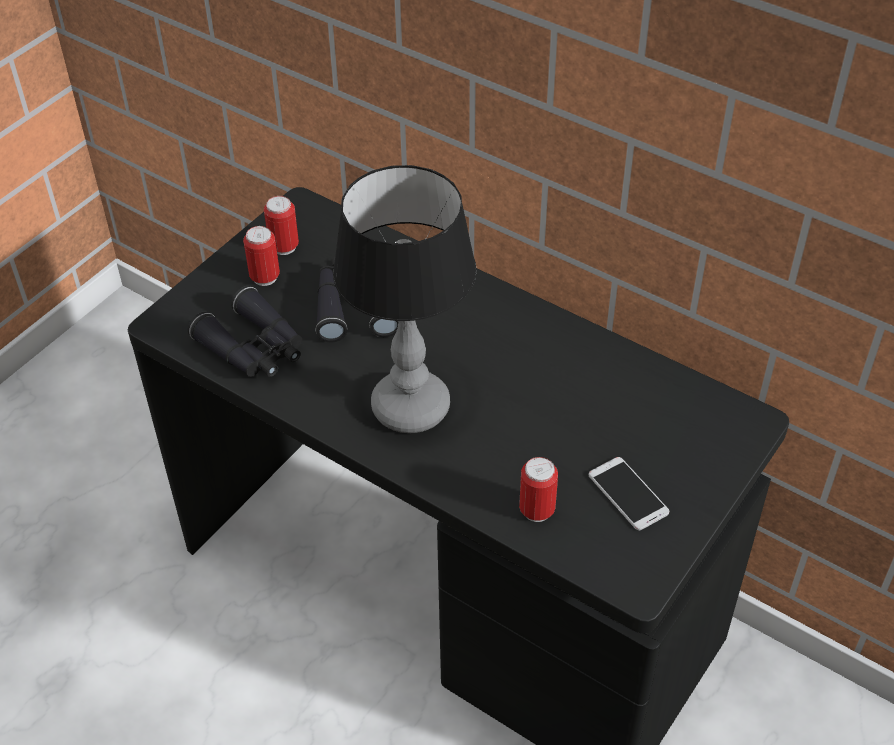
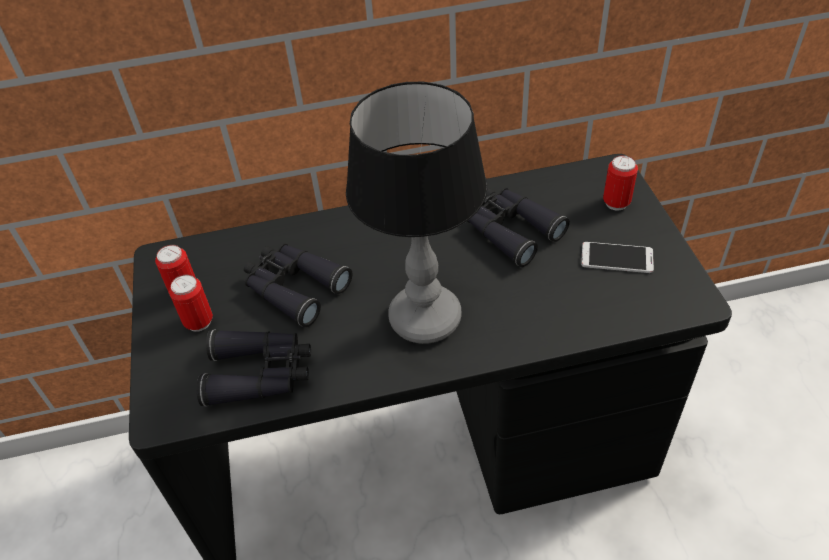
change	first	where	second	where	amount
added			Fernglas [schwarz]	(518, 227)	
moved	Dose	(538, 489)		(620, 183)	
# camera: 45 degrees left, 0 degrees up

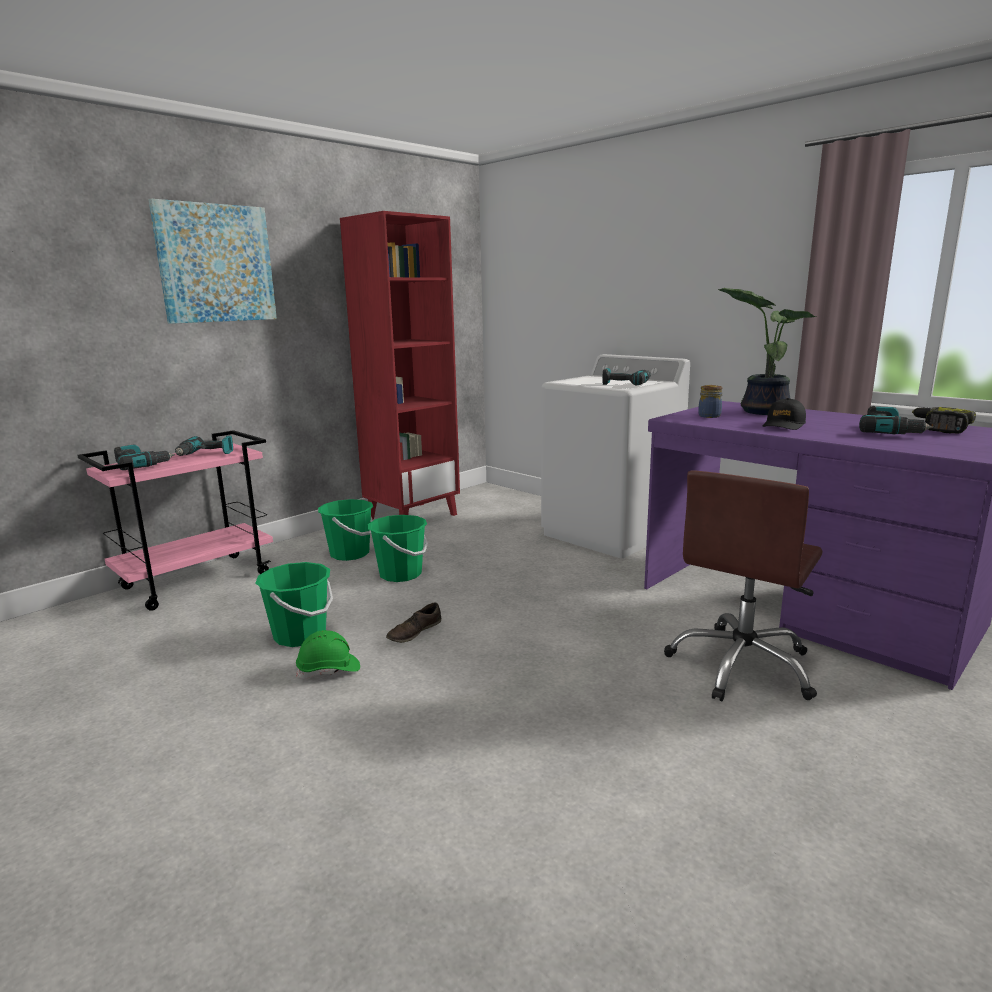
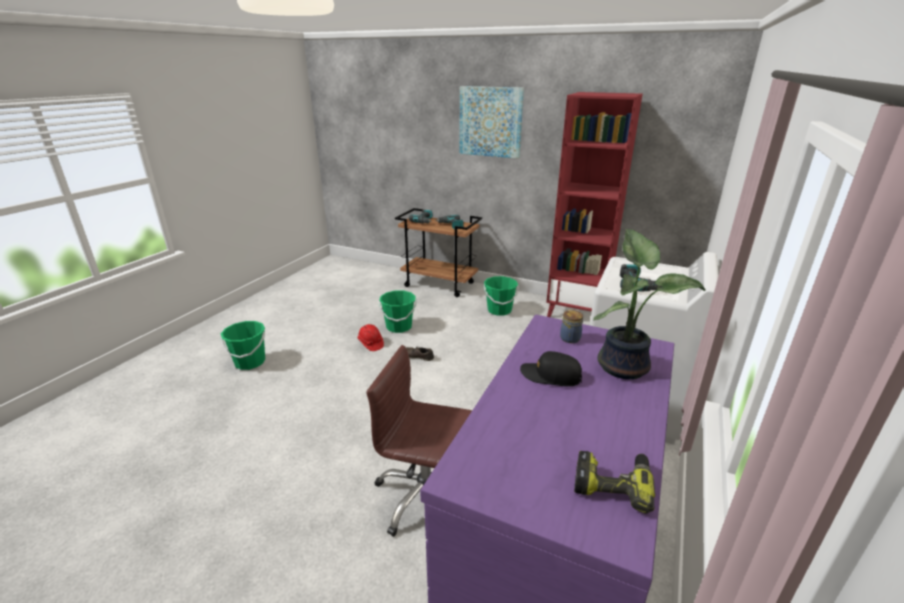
change	first	where	second	where	amount
moved	Eimer [grün]	(398, 548)		(243, 345)	
recoloured	Schutzhelm [grün]	(328, 654)	Schutzhelm [rot]	(371, 337)	
recoloured	Rollwagen [rosa]	(175, 520)	Rollwagen [braun]	(438, 252)	
removed	Bohrmaschine	(896, 420)			
# camera: 70 degrees right, 10 degrees up

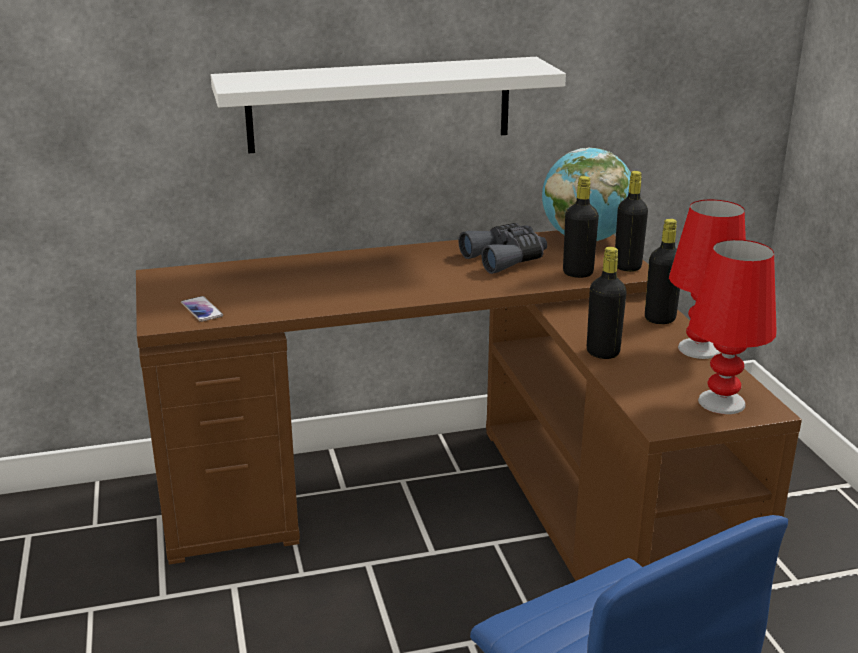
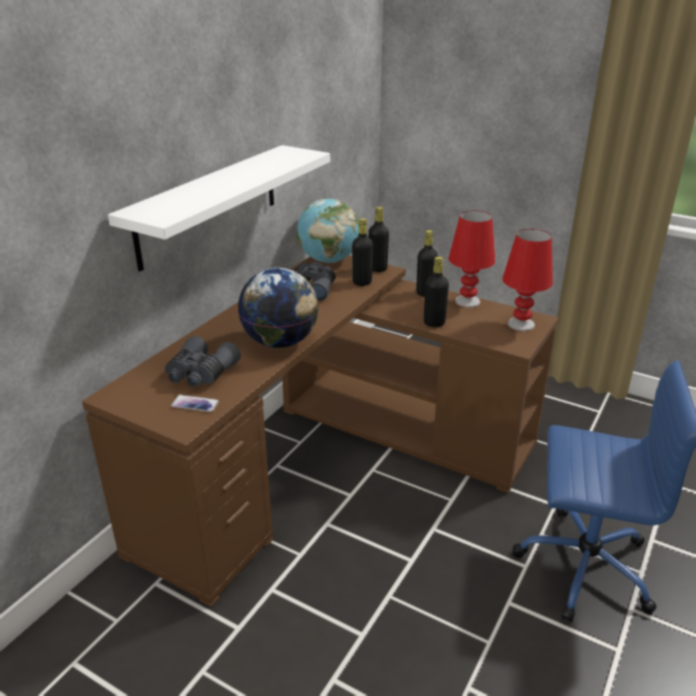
change	first	where	second	where	amount
added			Fernglas [grau]	(203, 361)	
added			Globus	(278, 308)	
# camera: 45 degrees left, 5 degrees up

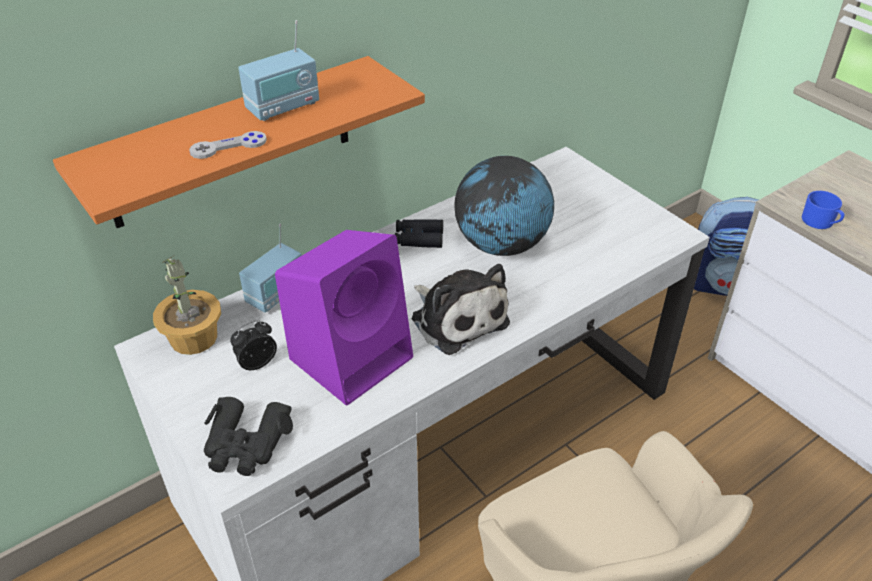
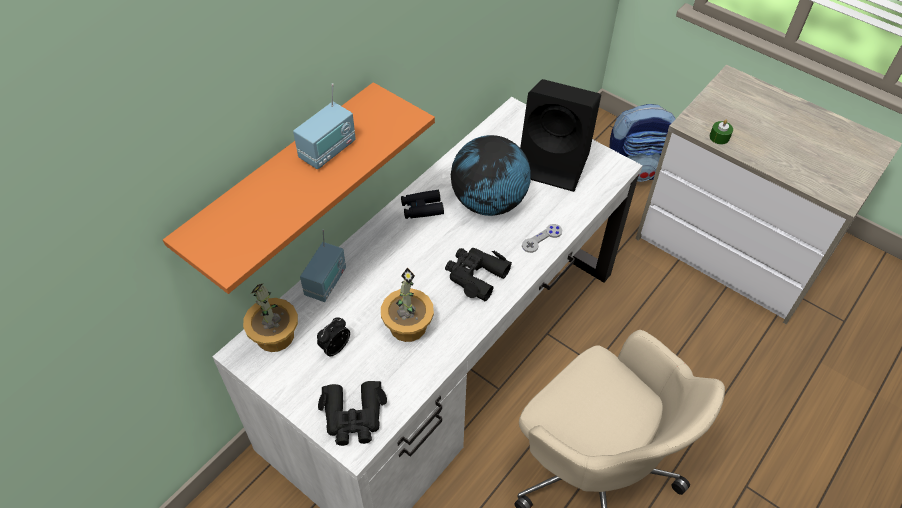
change	first	where	second	where	amount
replaced	Lautsprecher [lila]	(344, 318)	Topfpflanze	(407, 305)	
replaced	Plüschtier	(461, 309)	Fernglas [schwarz]	(478, 274)	
added			Lautsprecher [schwarz]	(560, 135)	
moved	Gamepad [grau]	(228, 145)		(542, 238)	
replaced	Henkelbecher [blau]	(823, 210)	Kerze [grün]	(721, 132)	
# camera: 15 degrees left, 10 degrees up

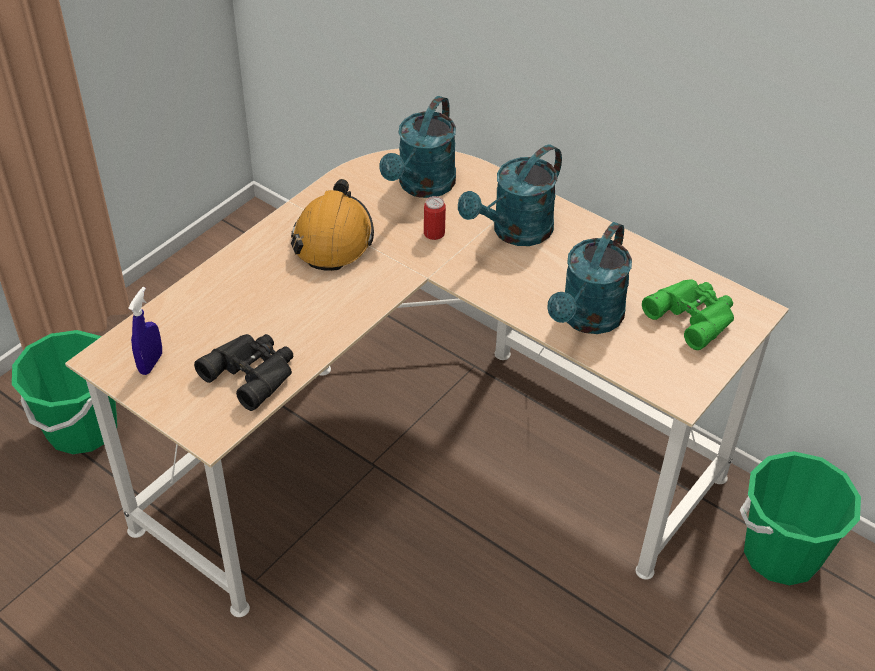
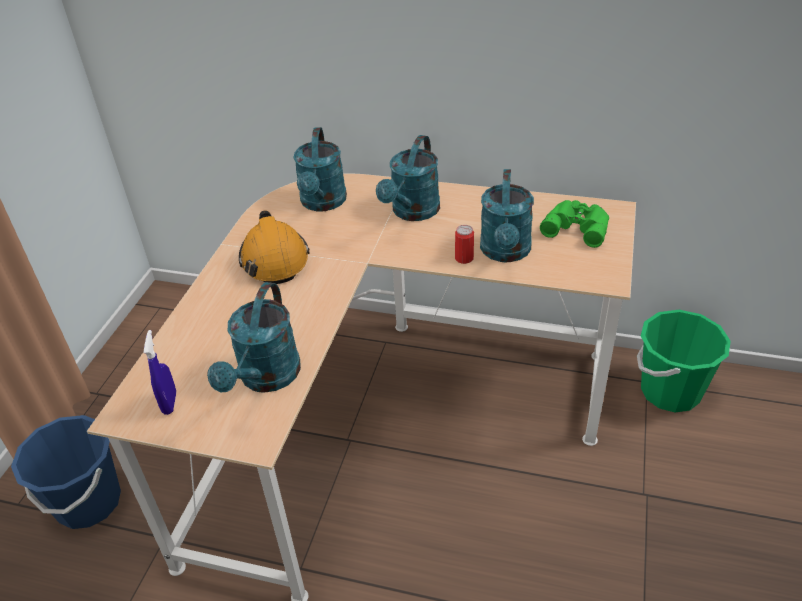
change	first	where	second	where	amount
recoloured	Eimer [grün]	(64, 392)	Eimer [blau]	(66, 472)	
replaced	Fernglas [schwarz]	(243, 372)	Gießkanne [türkis]	(254, 337)	
moved	Dose	(435, 218)		(464, 244)	
# camera: 20 degrees left, 5 degrees down

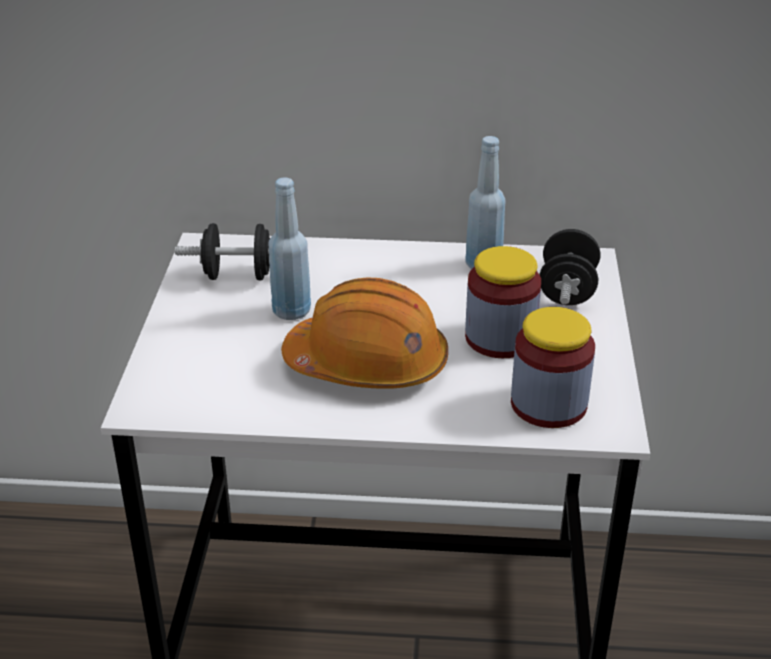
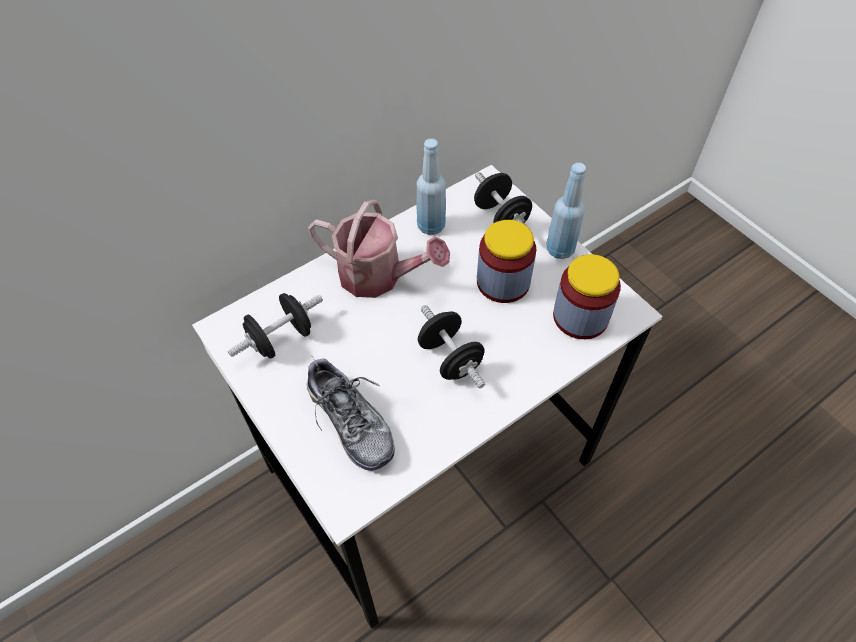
change	first	where	second	where	amount
added			Schuh	(351, 412)	
added			Gießkanne	(379, 249)	
replaced	Schutzhelm [orange]	(364, 333)	Hantel [schwarz]	(451, 346)	
moved	Flasche [blau]	(289, 248)		(566, 211)	
# camera: 40 degrees left, 20 degrees up

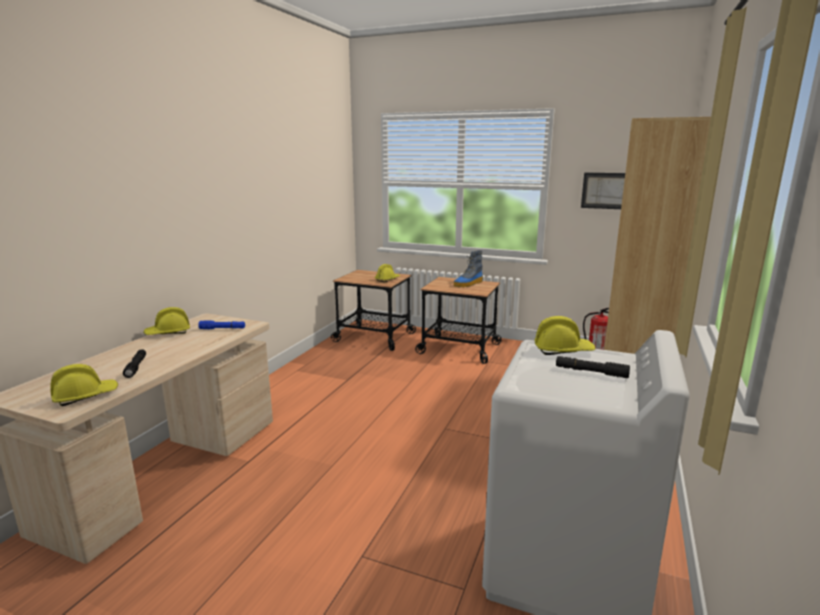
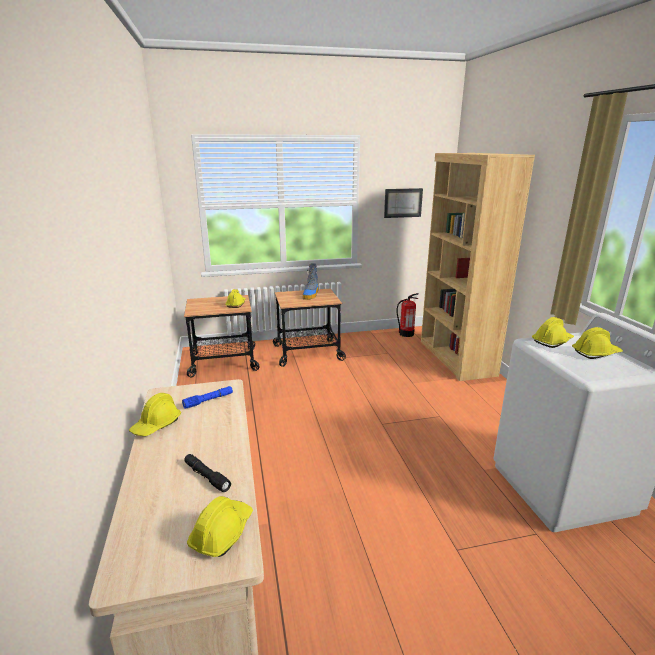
change	first	where	second	where	amount
replaced	Taschenlampe [schwarz]	(593, 367)	Schutzhelm [gelb]	(597, 343)	
# camera: 35 degrees left, 5 degrees up

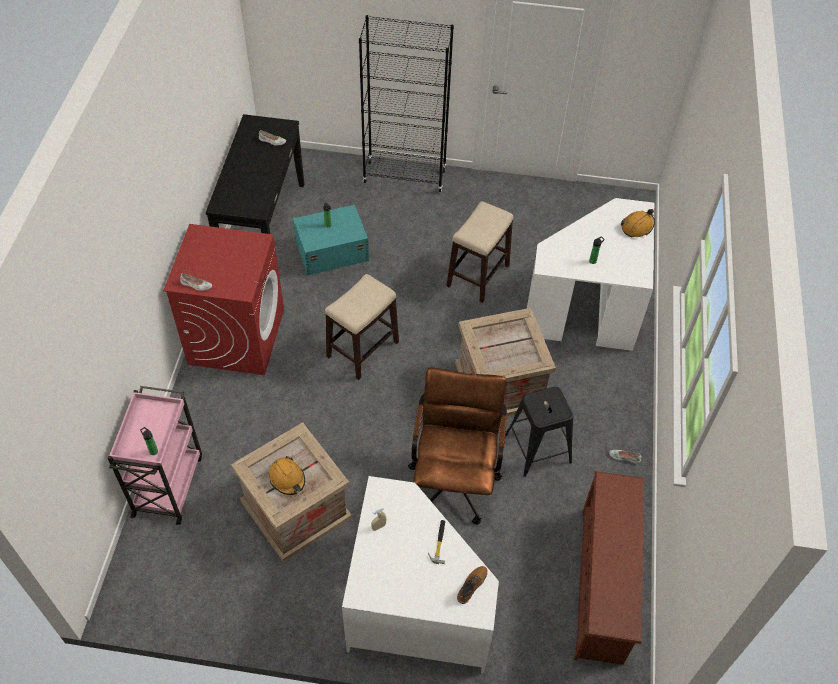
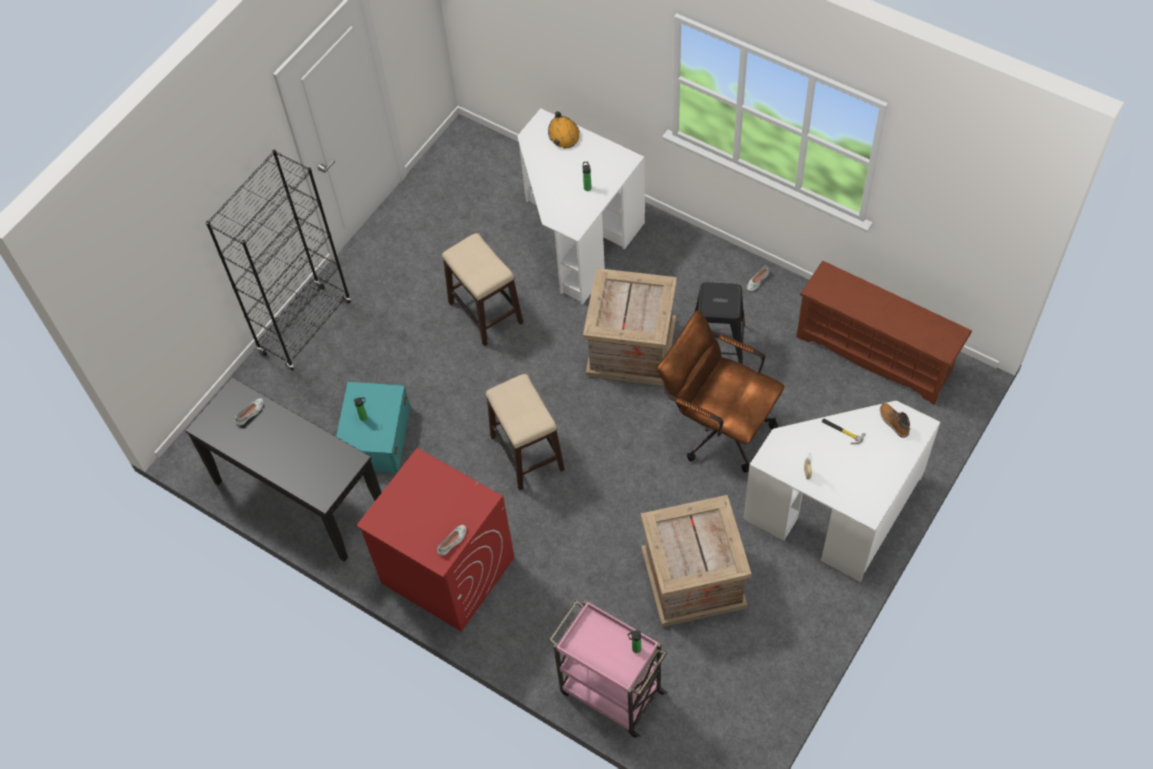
change	first	where	second	where	amount
removed	Schutzhelm [orange]	(287, 475)			
# camera: 60 degrees left, 5 degrees up

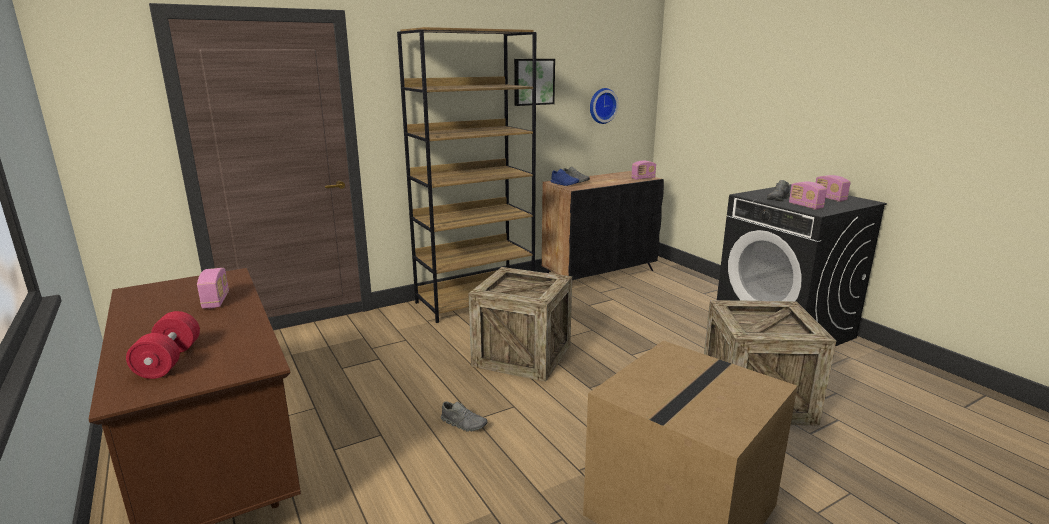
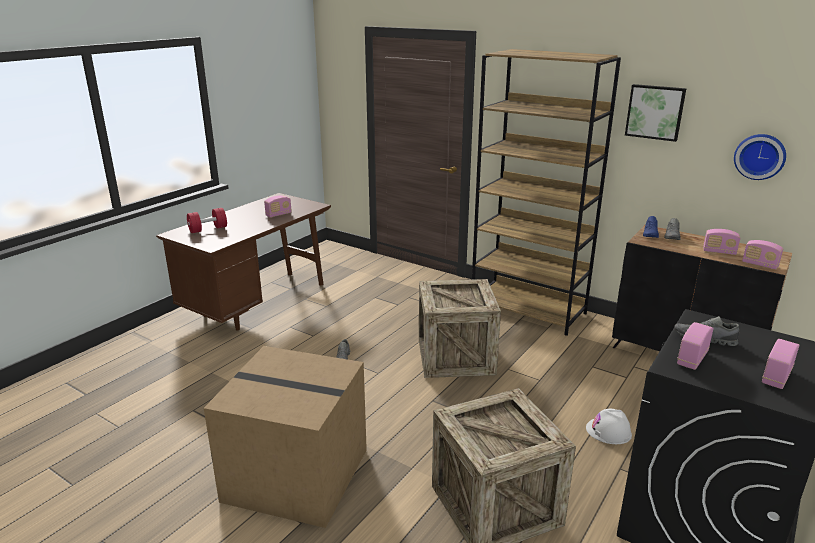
change	first	where	second	where	amount
added			Schutzhelm [weiß]	(609, 426)	
added			Radio	(721, 242)	
# camera: 65 degrees right, 5 degrees up

